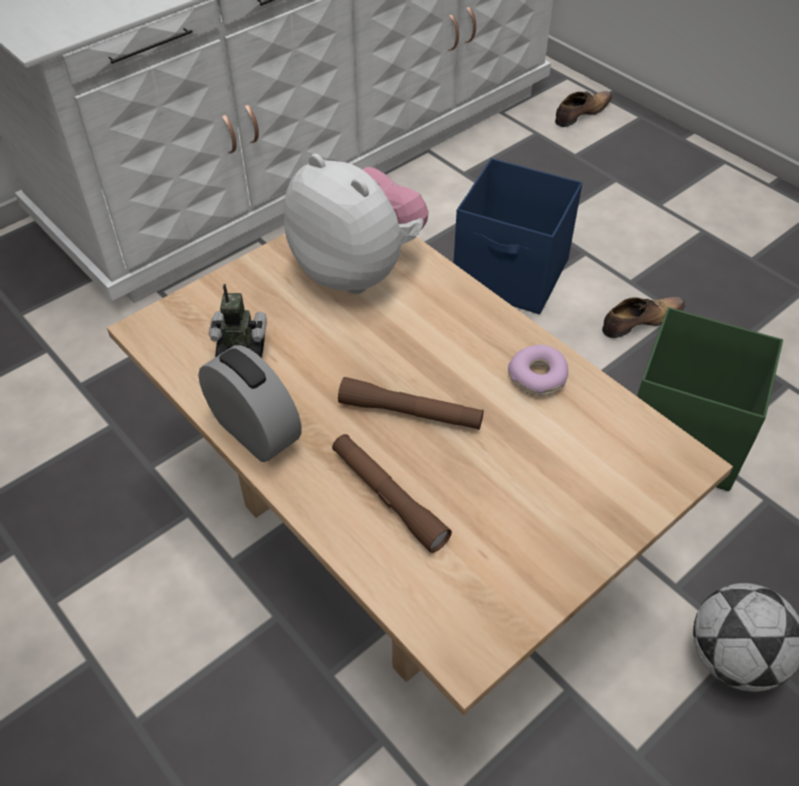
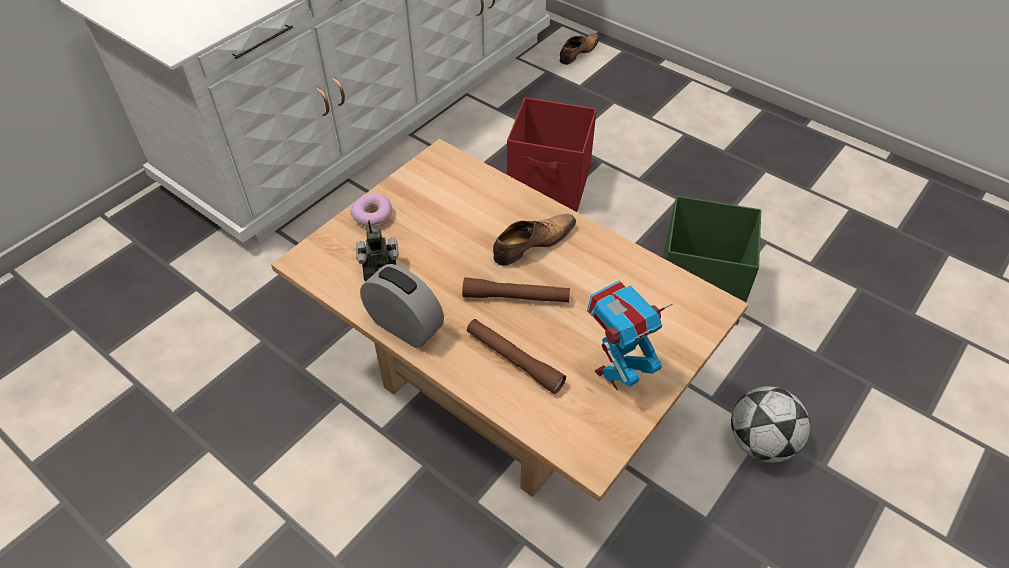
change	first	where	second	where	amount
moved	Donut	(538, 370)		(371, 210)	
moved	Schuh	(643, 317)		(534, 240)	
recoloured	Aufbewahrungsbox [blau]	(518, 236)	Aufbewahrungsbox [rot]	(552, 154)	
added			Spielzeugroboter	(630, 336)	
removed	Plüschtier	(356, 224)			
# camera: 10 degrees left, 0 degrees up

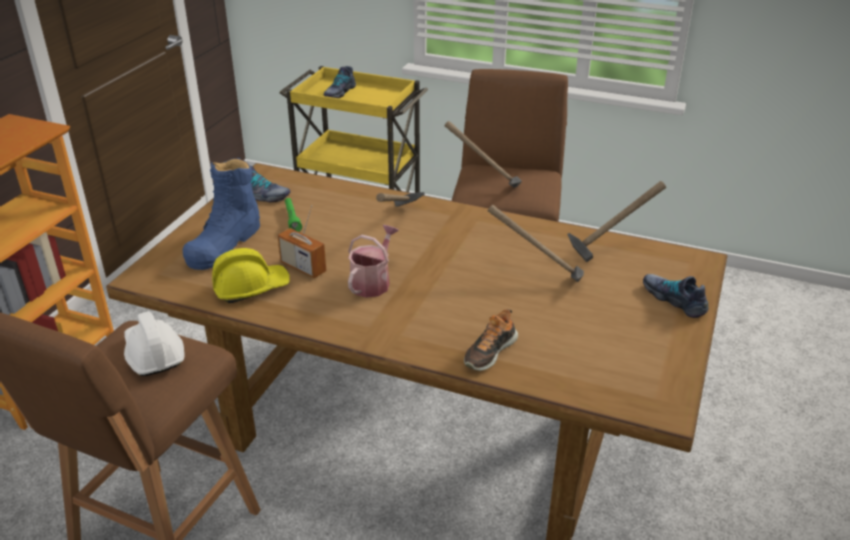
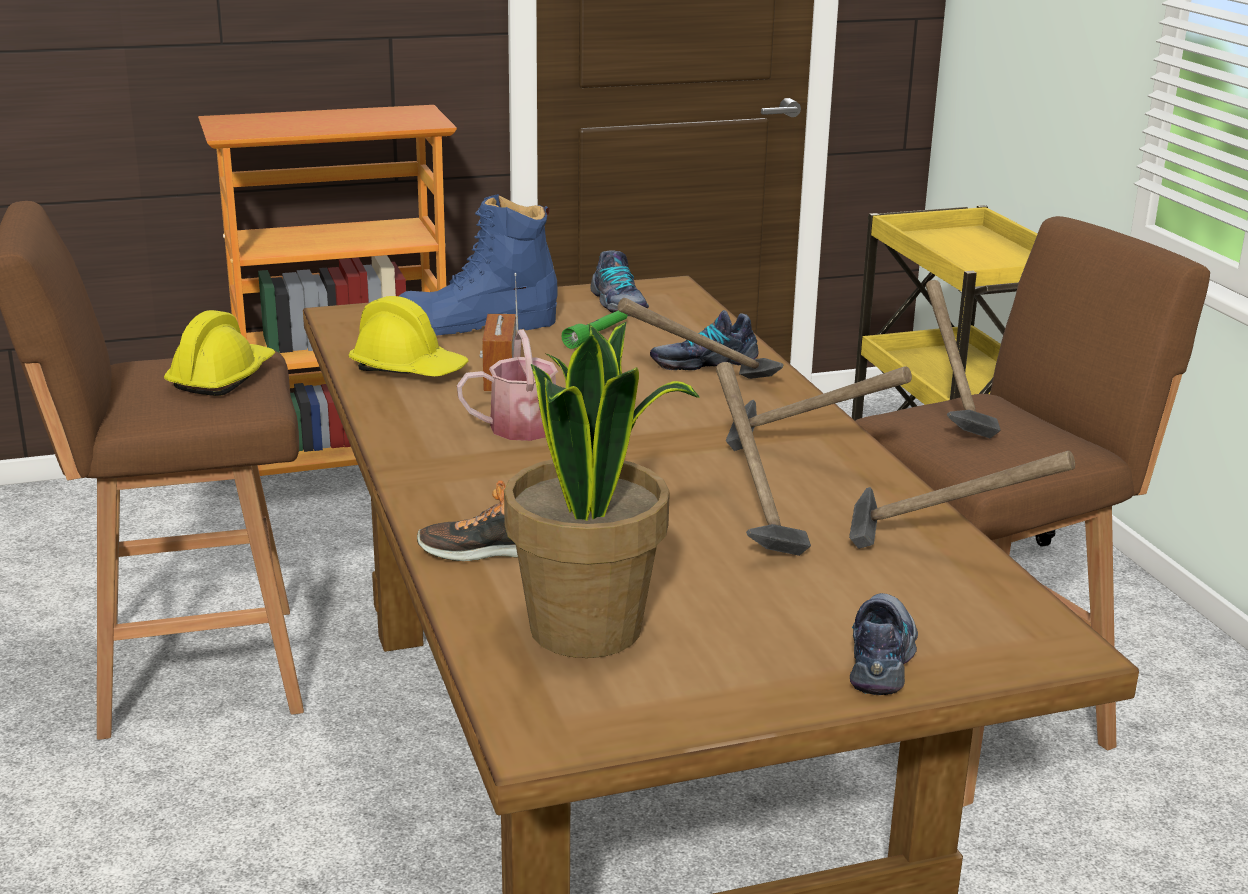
change	first	where	second	where	amount
recoloured	Schutzhelm [weiß]	(154, 343)	Schutzhelm [gelb]	(219, 353)	
added			Topfpflanze	(602, 489)	
moved	Schuh	(340, 82)		(704, 340)	
added			Hammer	(819, 408)	
# camera: 50 degrees right, 10 degrees down

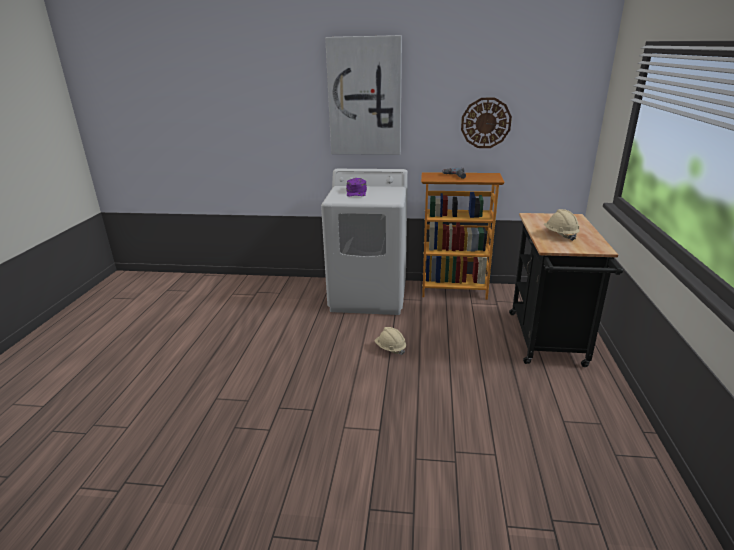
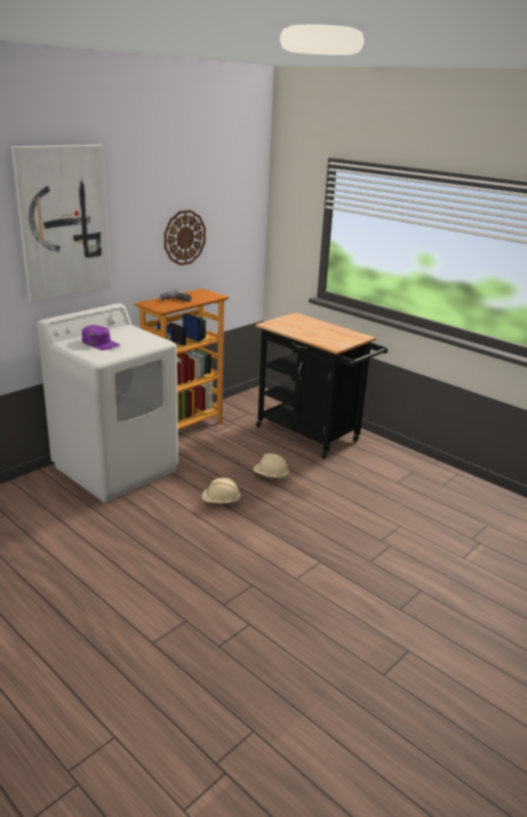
change	first	where	second	where	amount
moved	Schutzhelm [beige]	(561, 225)		(271, 466)	
# camera: 55 degrees left, 0 degrees up

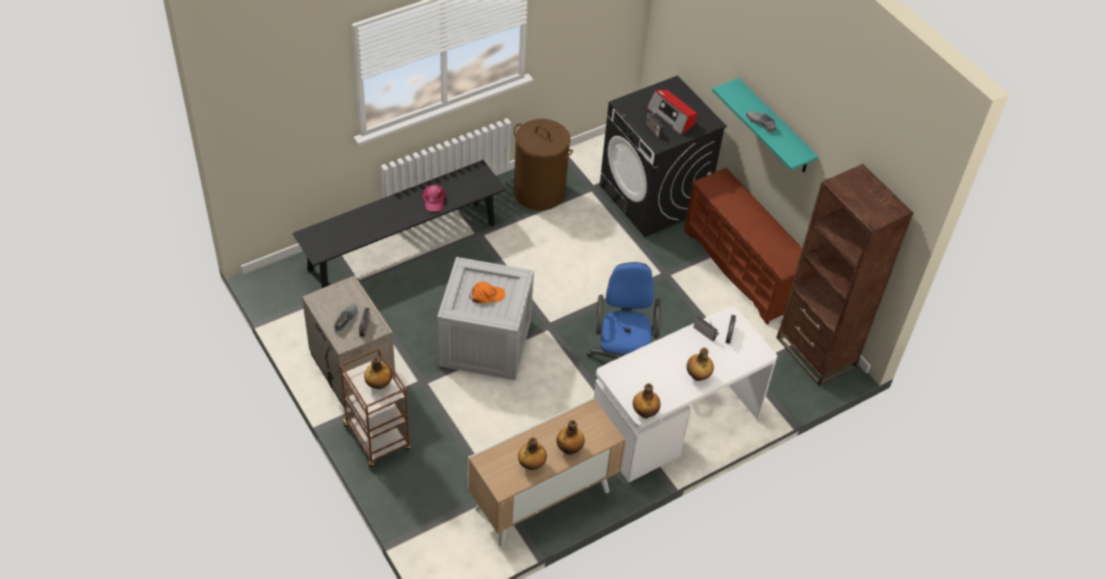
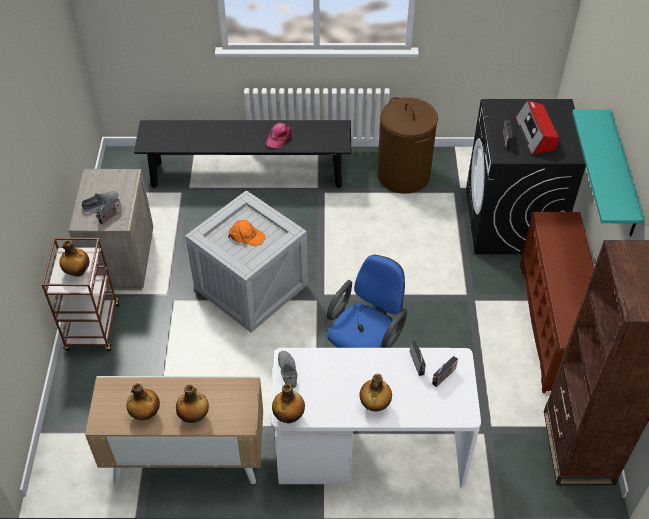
change	first	where	second	where	amount
moved	Schuh [grau]	(761, 122)		(287, 370)	
# camera: 35 degrees right, 0 degrees up

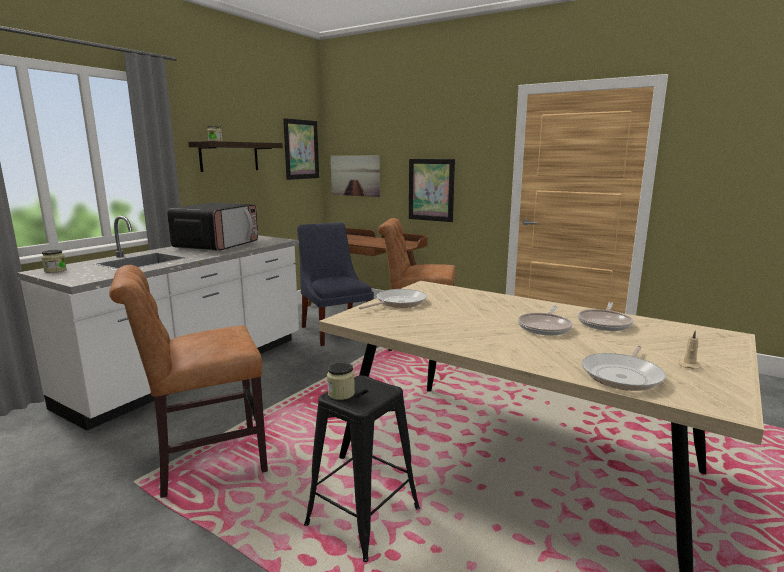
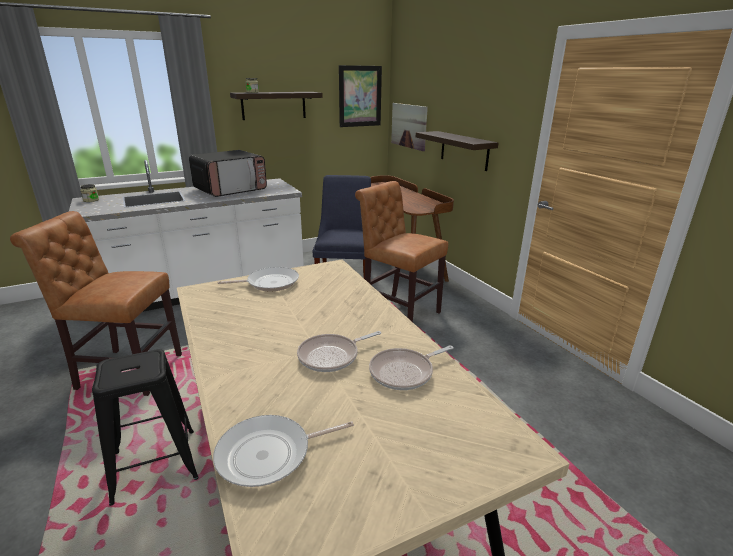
change	first	where	second	where	amount
replaced	Bild	(432, 190)	Wandregal	(457, 151)	
removed	Vorratsglas	(341, 381)			
removed	Kerze [beige]	(690, 350)			
# camera: 30 degrees right, 10 degrees up

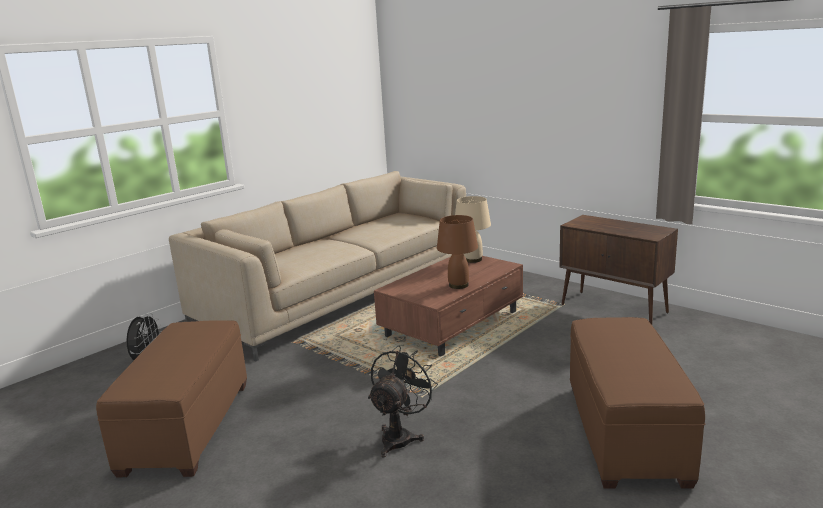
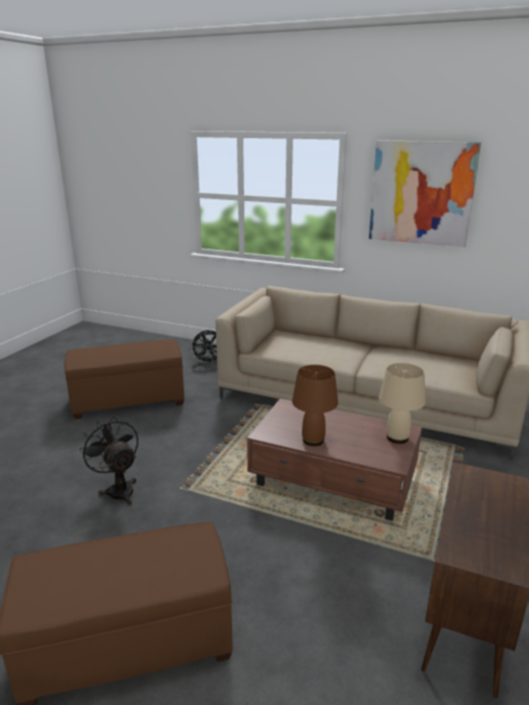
change	first	where	second	where	amount
turned	Ventilator [schwarz]	(403, 401)		(108, 461)	135 degrees counterclockwise
added			Bild	(425, 193)	
# camera: 70 degrees right, 5 degrees up

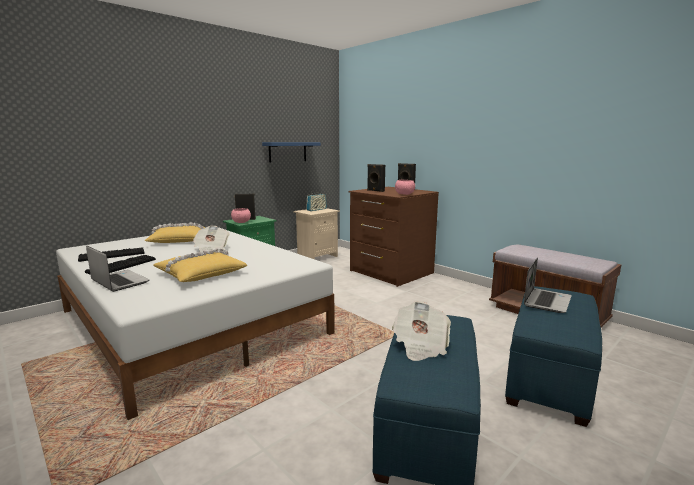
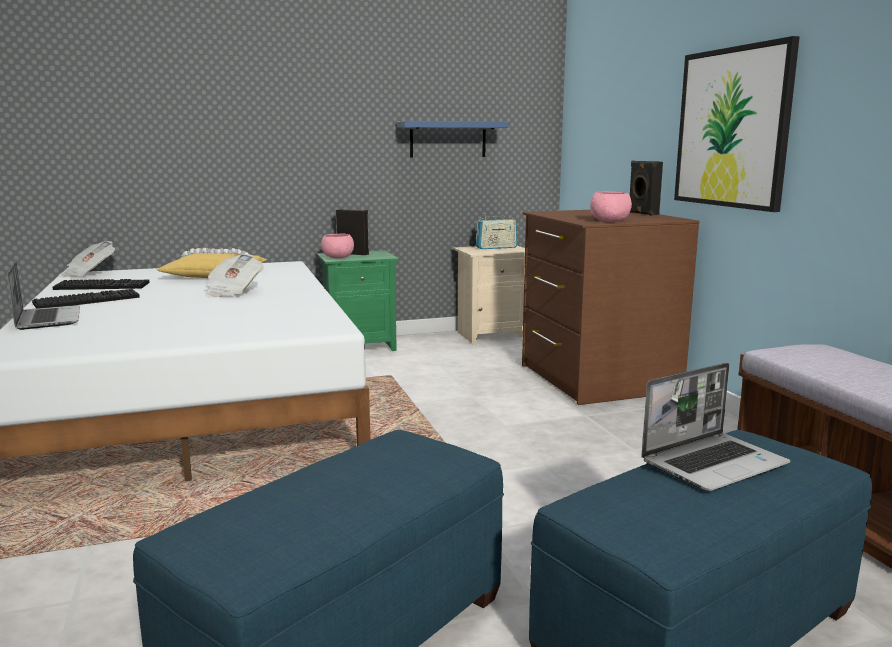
change	first	where	second	where	amount
moved	Zeitung	(421, 331)		(86, 259)	
added			Bild	(737, 124)	
removed	Kissen [gelb]	(200, 265)			
removed	Lautsprecher [schwarz]	(376, 178)			
# camera: 25 degrees right, 0 degrees up

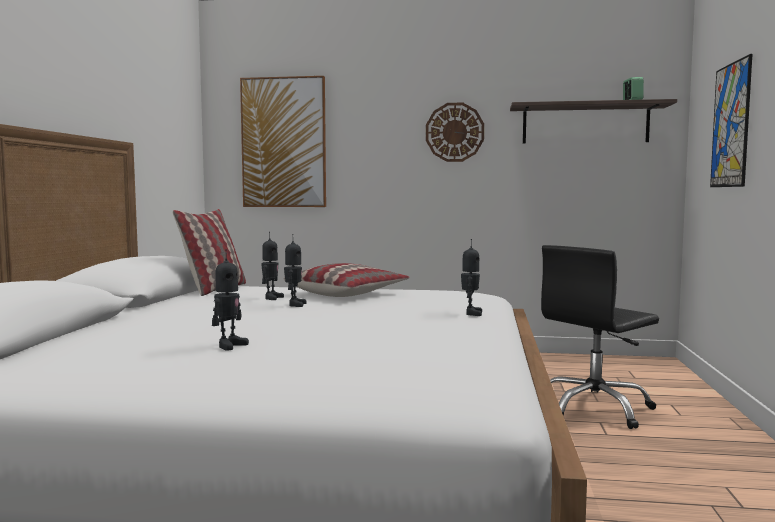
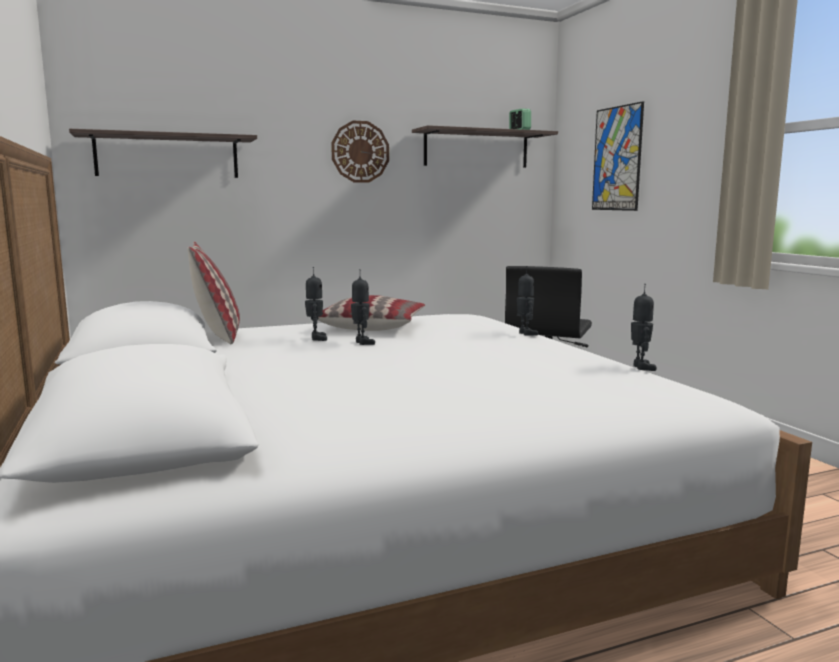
change	first	where	second	where	amount
replaced	Bild	(283, 141)	Wandregal	(163, 153)	
moved	Spielzeugroboter	(230, 300)		(644, 327)	
# camera: 30 degrees left, 5 degrees up

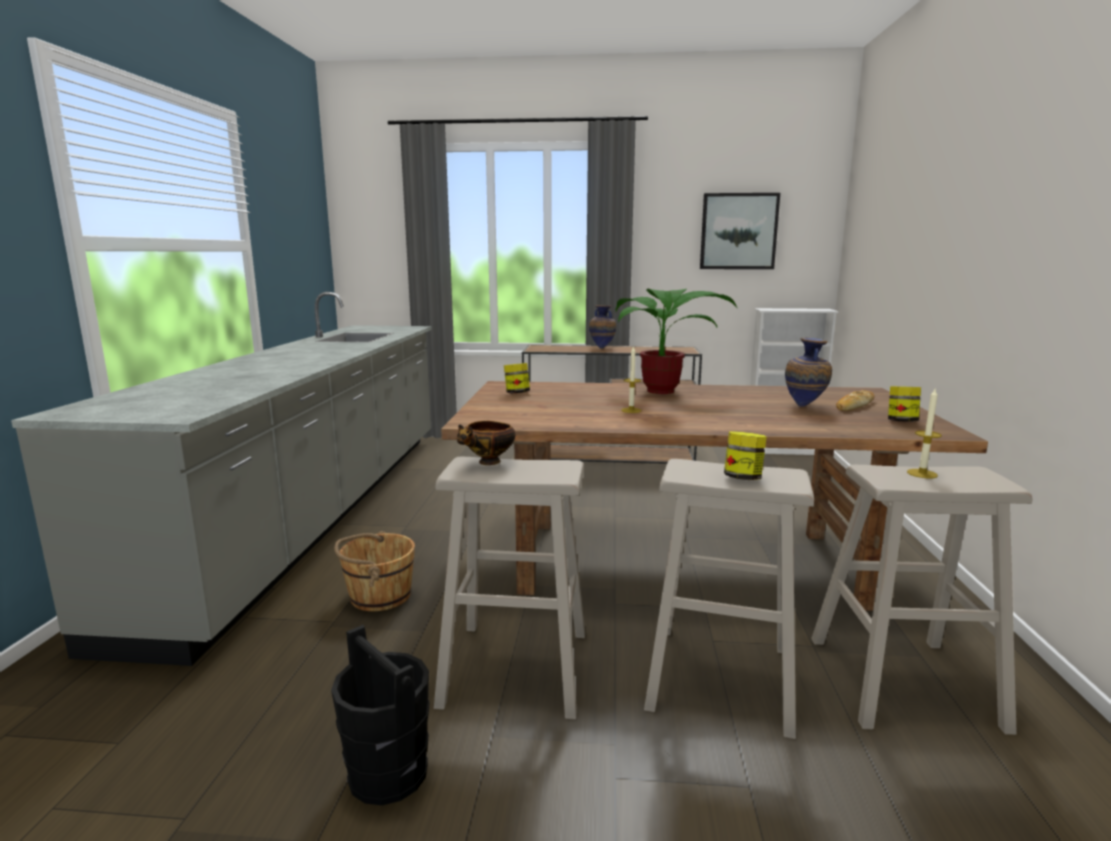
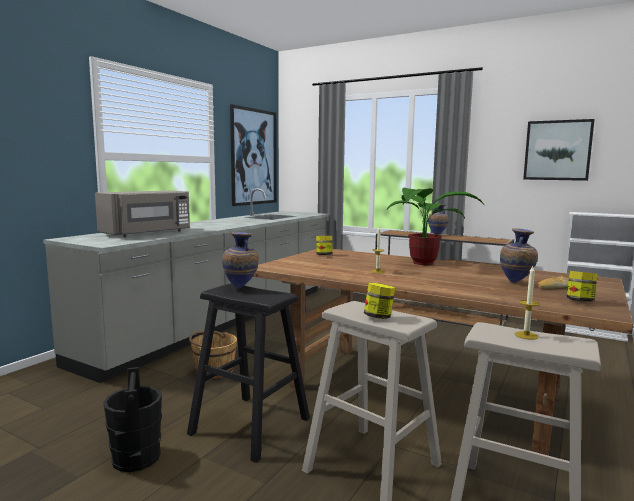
change	first	where	second	where	amount
added			Mikrowelle [grau]	(142, 214)	
recoloured	Hocker [beige]	(509, 588)	Hocker [schwarz]	(248, 373)	
replaced	Schüssel	(486, 443)	Vase	(240, 260)	
added			Bild	(253, 155)	
# camera: 25 degrees right, 5 degrees down

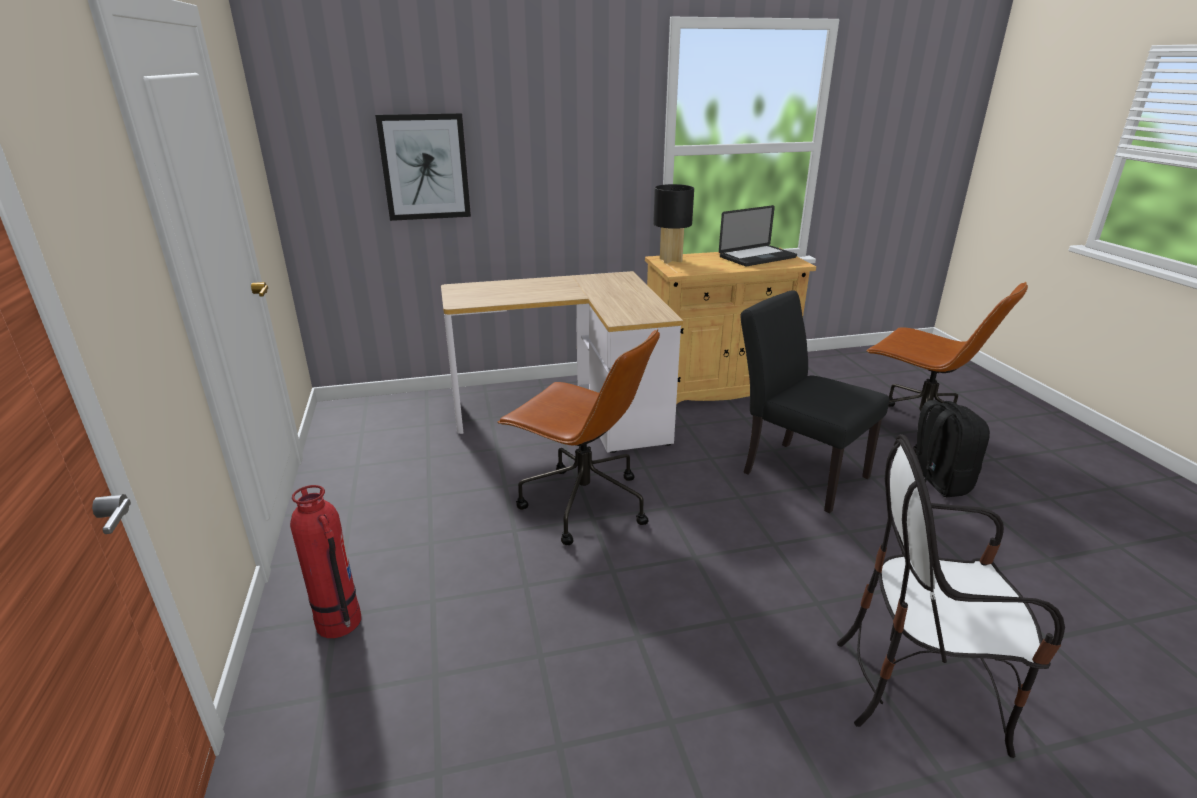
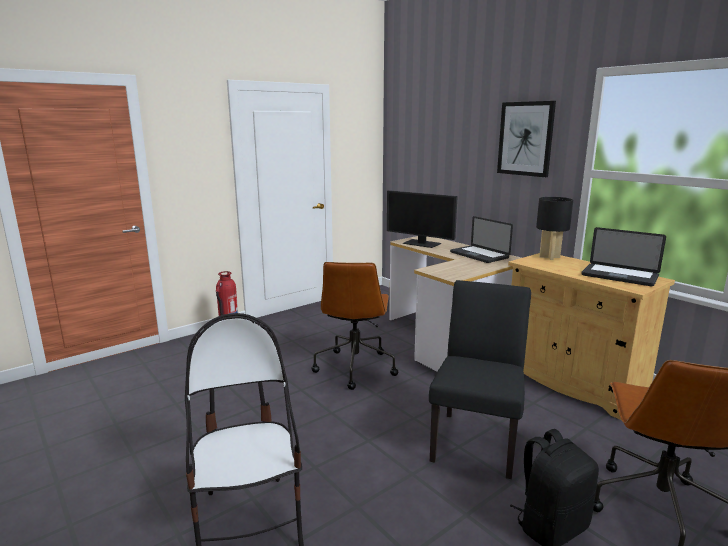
change	first	where	second	where	amount
added			Monitor	(422, 219)	
added			Laptop	(481, 239)	
moved	Bild	(423, 167)		(526, 139)	
# camera: 65 degrees right, 10 degrees down

